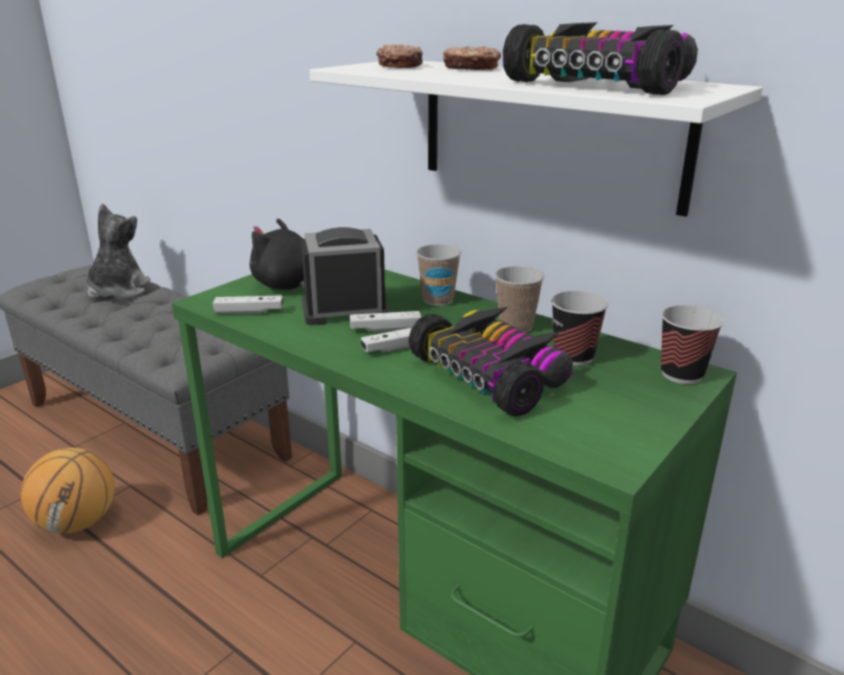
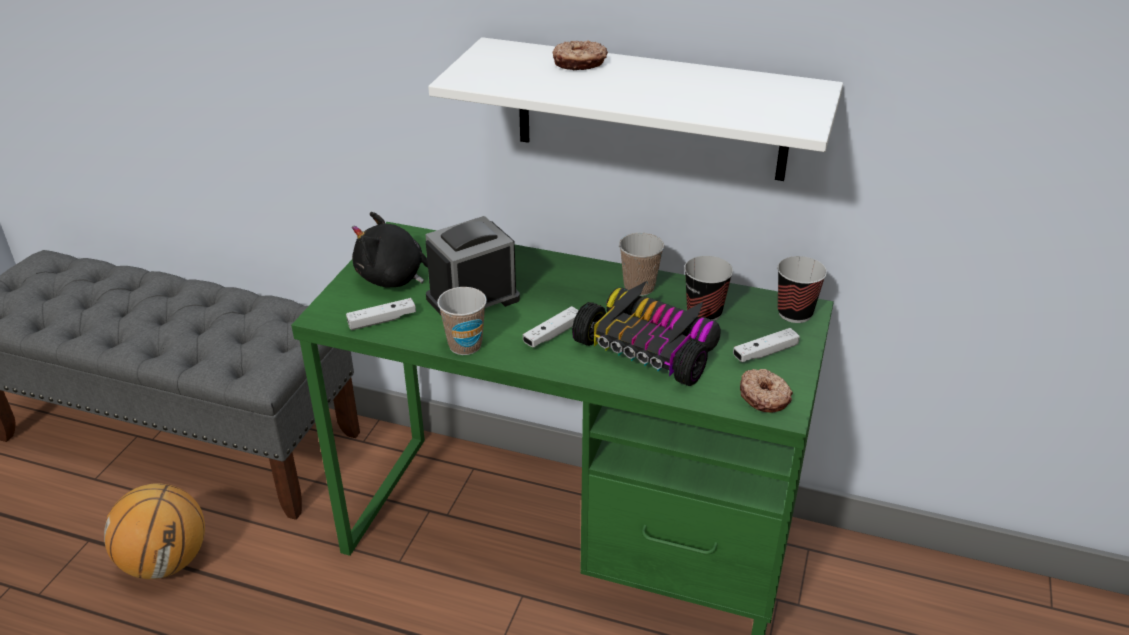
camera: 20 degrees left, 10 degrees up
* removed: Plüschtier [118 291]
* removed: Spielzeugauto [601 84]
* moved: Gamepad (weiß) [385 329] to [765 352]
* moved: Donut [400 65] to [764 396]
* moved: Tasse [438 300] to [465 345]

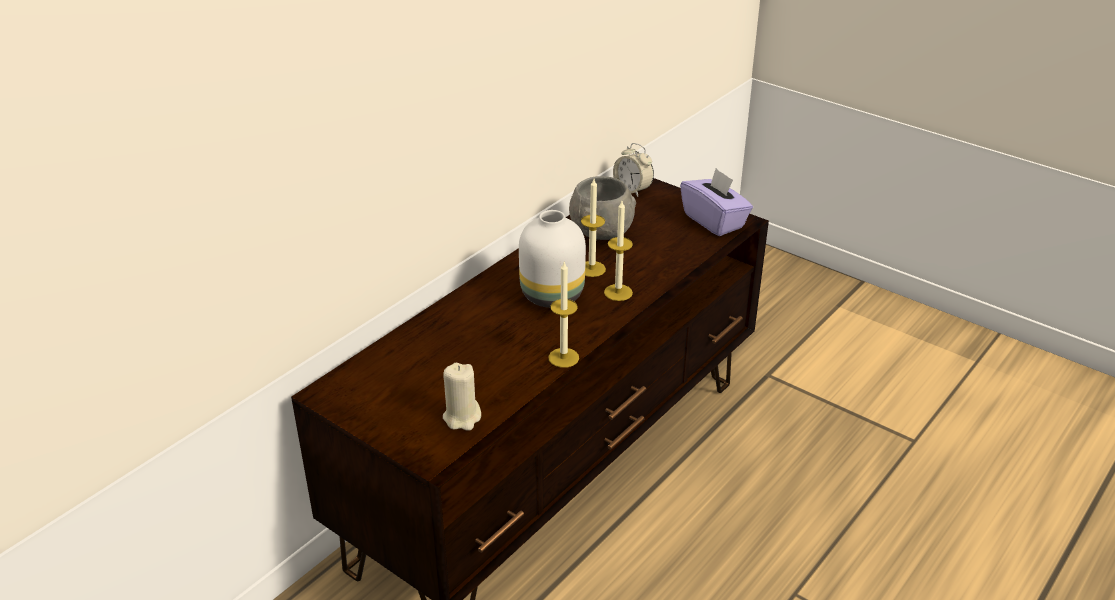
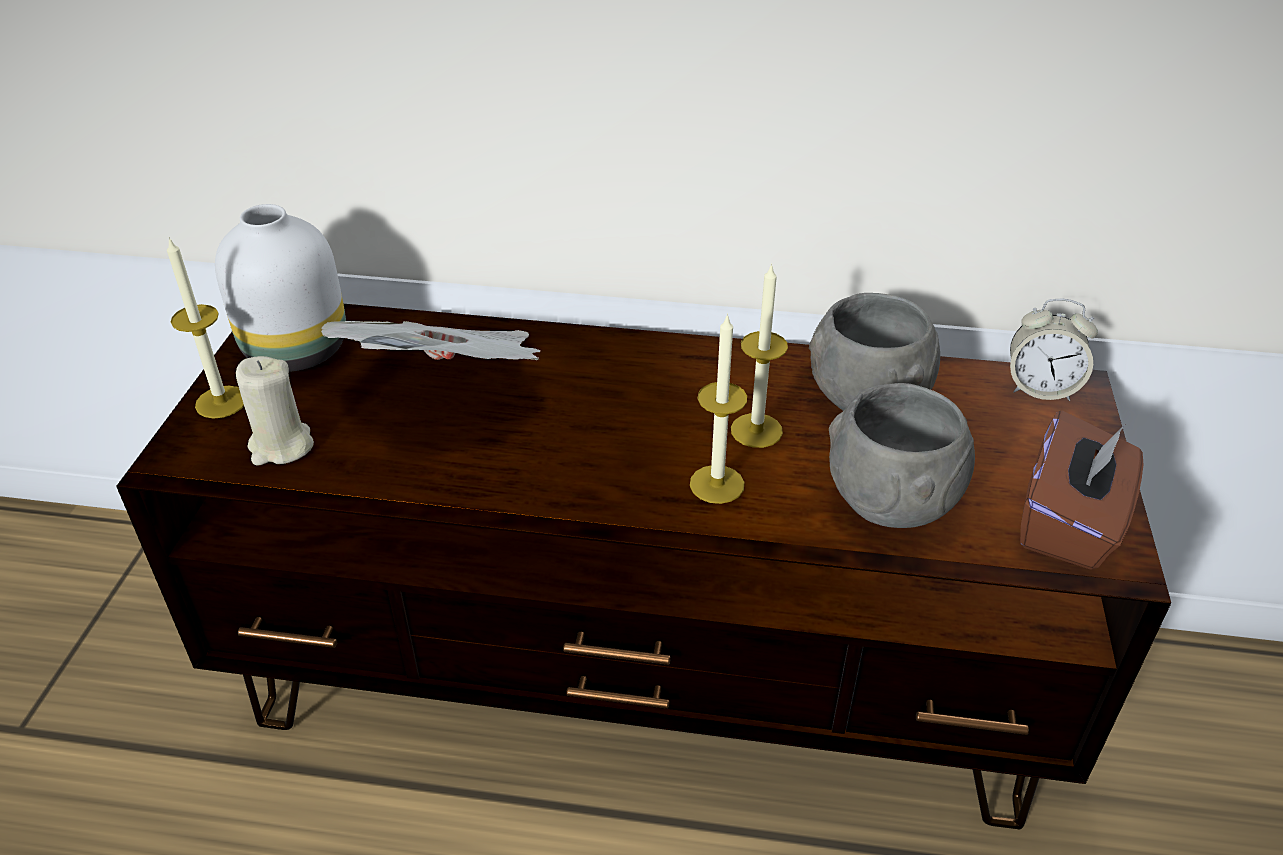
camera: 60 degrees right, 5 degrees up
* added: Zeitung [450 384]
* added: Schüssel (grau) [888 502]
* moved: Vase (weiß) [551 294] to [298 348]
* moved: Kerze [563 357] to [221 402]
* recoloured: Taschentuchbox (lila) [714 221] to Taschentuchbox (braun) [1069 523]
* turned: Wecker [632 190] = [1040 388] 90 degrees counterclockwise

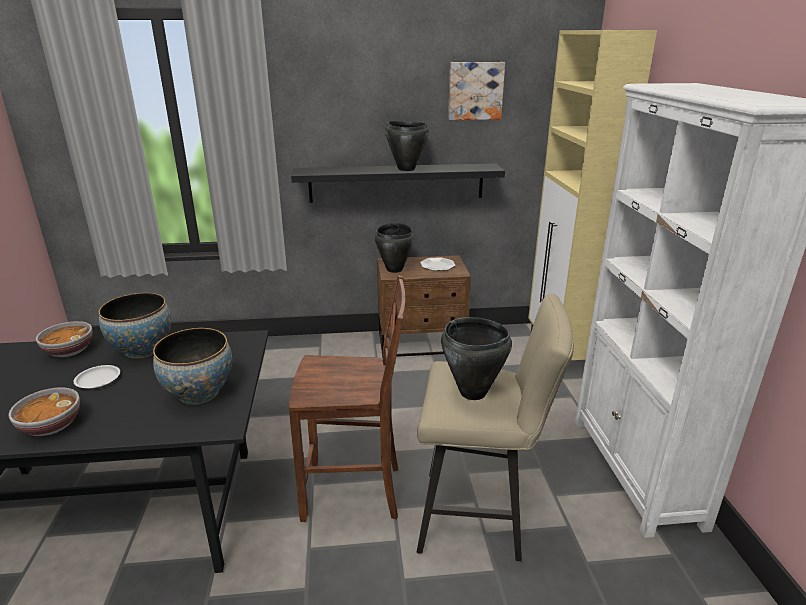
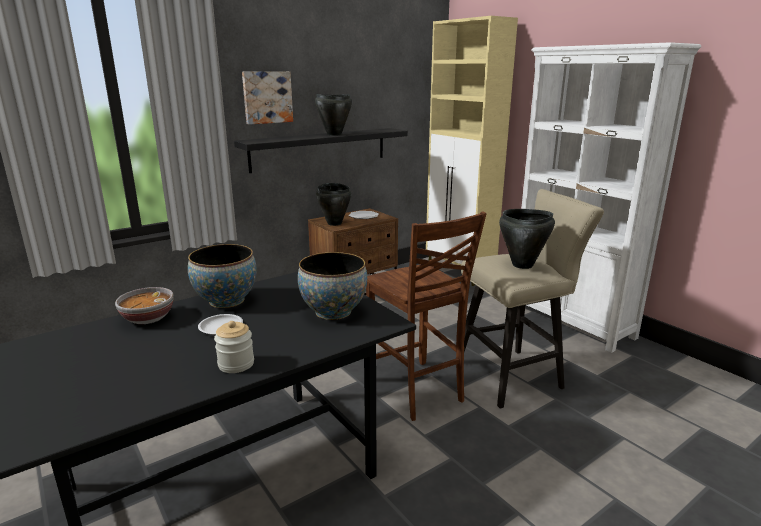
camera: 30 degrees left, 5 degrees down
* moved: Bild [475 91] to [267 97]
* replaced: Schüssel [50 426] to Vorratsglas [236 364]
* turned: Stuhl (braun) [354 492] = [416 391] 90 degrees clockwise

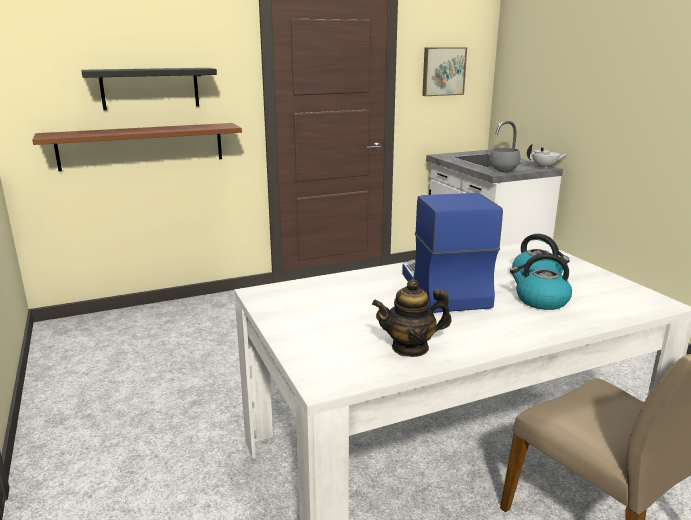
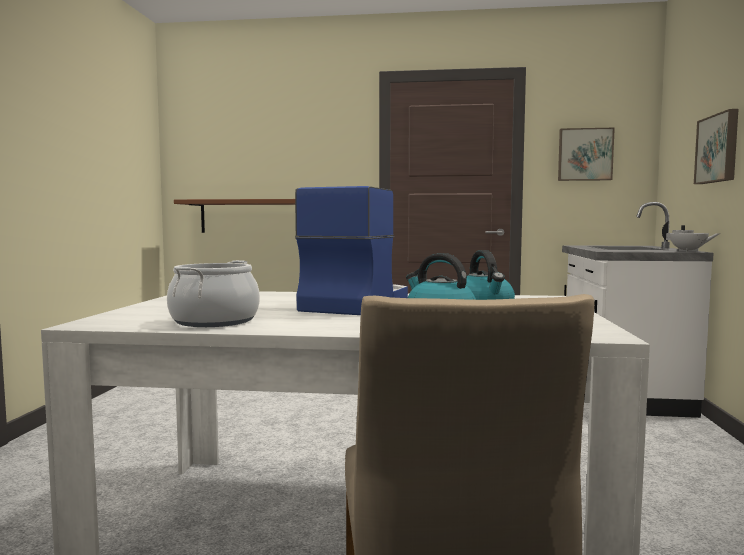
camera: 30 degrees right, 15 degrees down
* removed: Wandregal (schwarz) [150 88]
* removed: Schüssel (grau) [503 171]
* added: Bild [718 148]
* replaced: Teekanne [410 347] to Kochtopf [215 321]

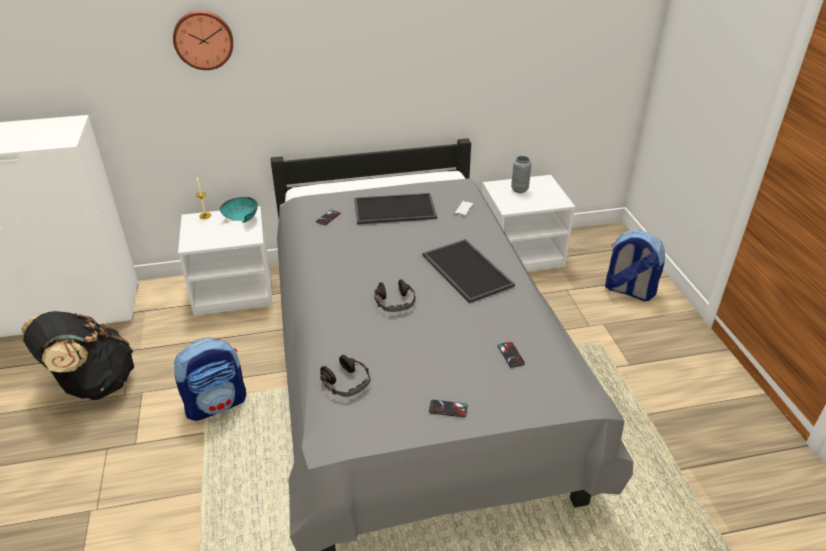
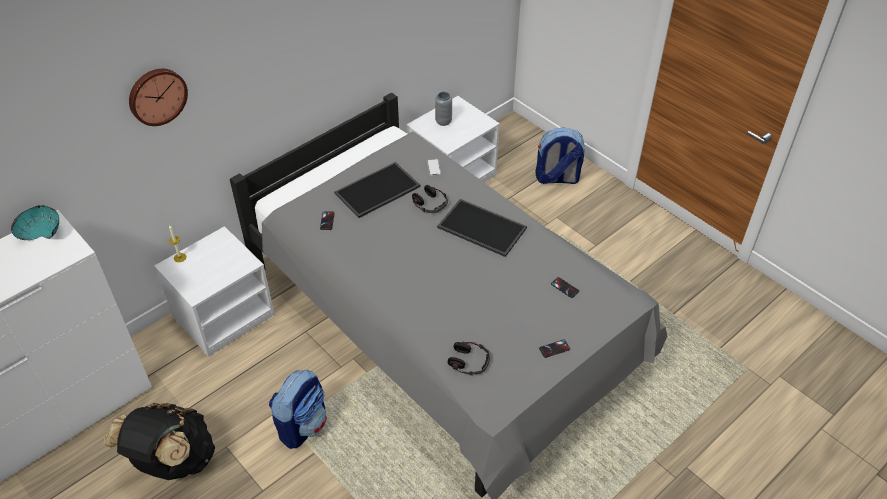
camera: 30 degrees left, 10 degrees up
* moved: Schüssel (türkis) [243 218] to [42 232]
* moved: Kopfhörer [395 301] to [430 203]

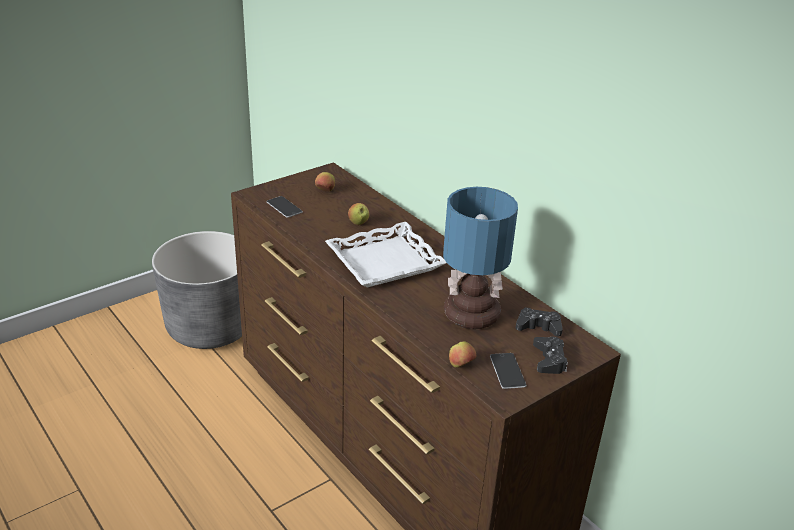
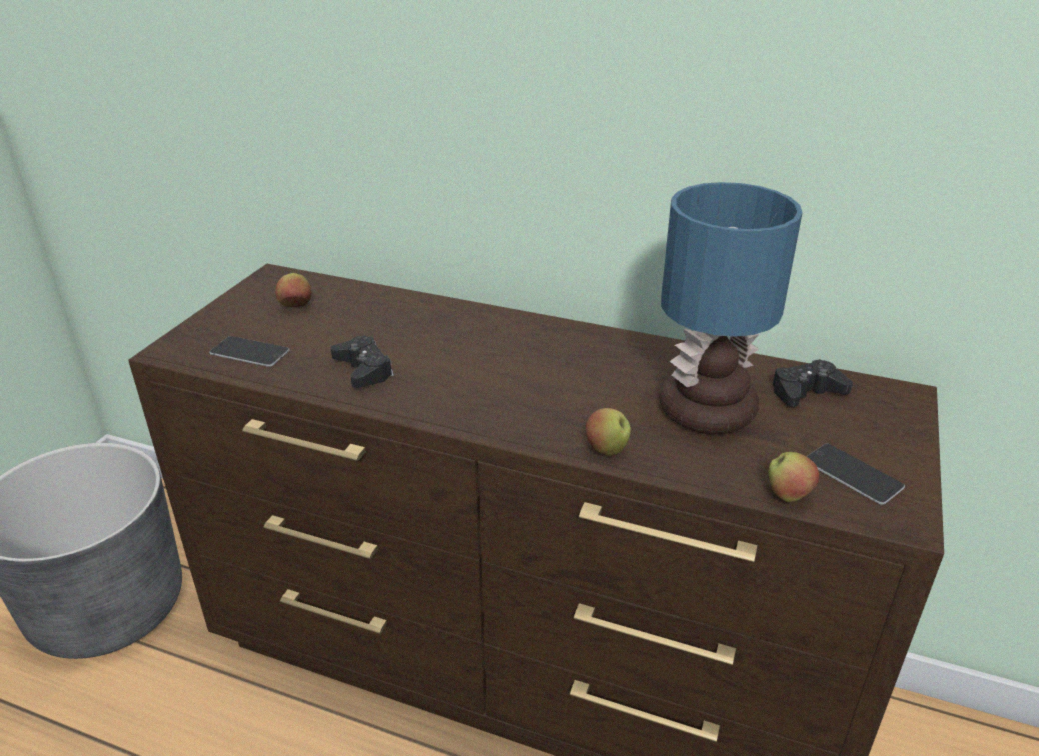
camera: 30 degrees left, 0 degrees up
* removed: Tablett (weiß) [385 262]
* moved: Apfel [358 223] to [607 450]
* moved: Gamepad (schwarz) [549 360] to [363 369]

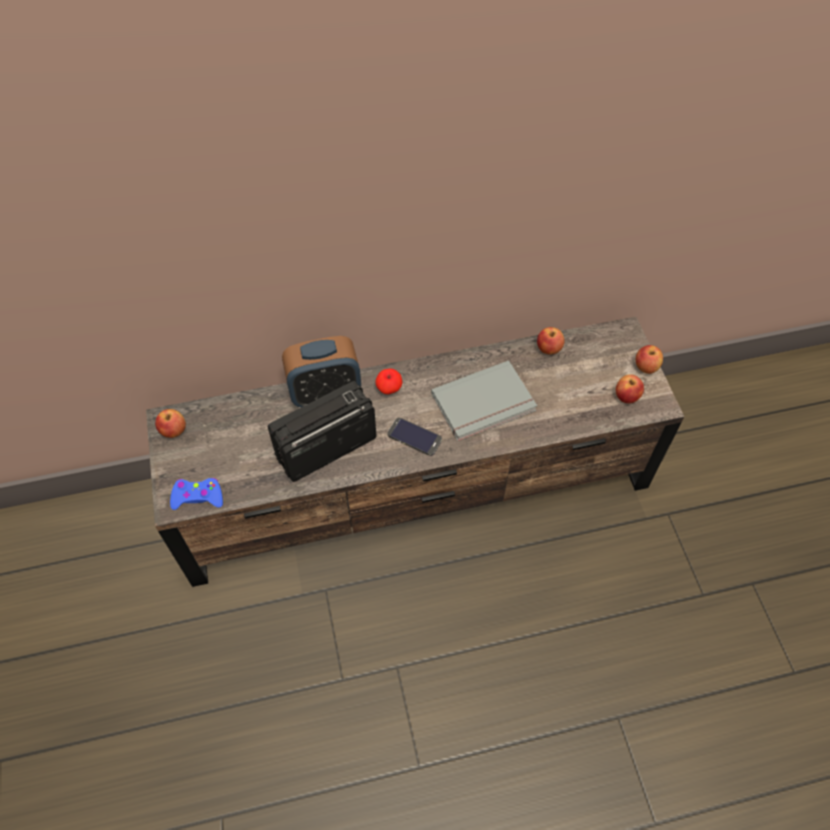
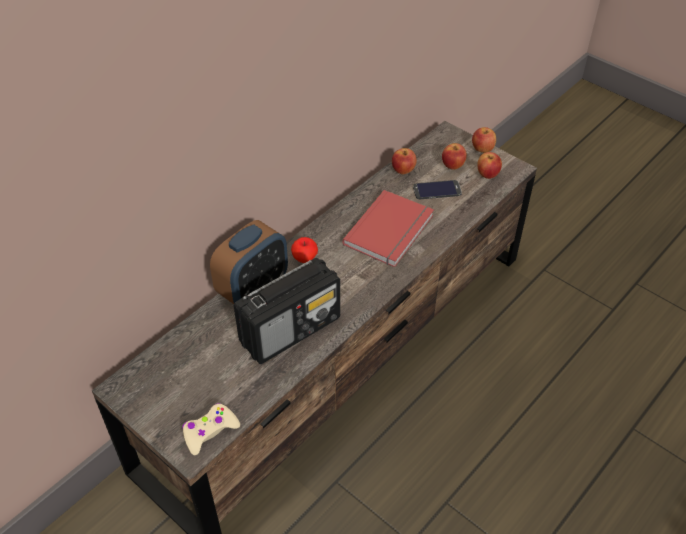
camera: 35 degrees left, 10 degrees down
* moved: Apfel [174 431] to [453 166]
* moved: Handy [414 437] to [437 190]
* recoloured: Gamepad (blau) [198 497] to Gamepad (beige) [209 431]
* recoloured: Buch (grau) [485 404] to Buch (rot) [391 231]
* turned: Radio [325 448] = [291 330] 150 degrees counterclockwise

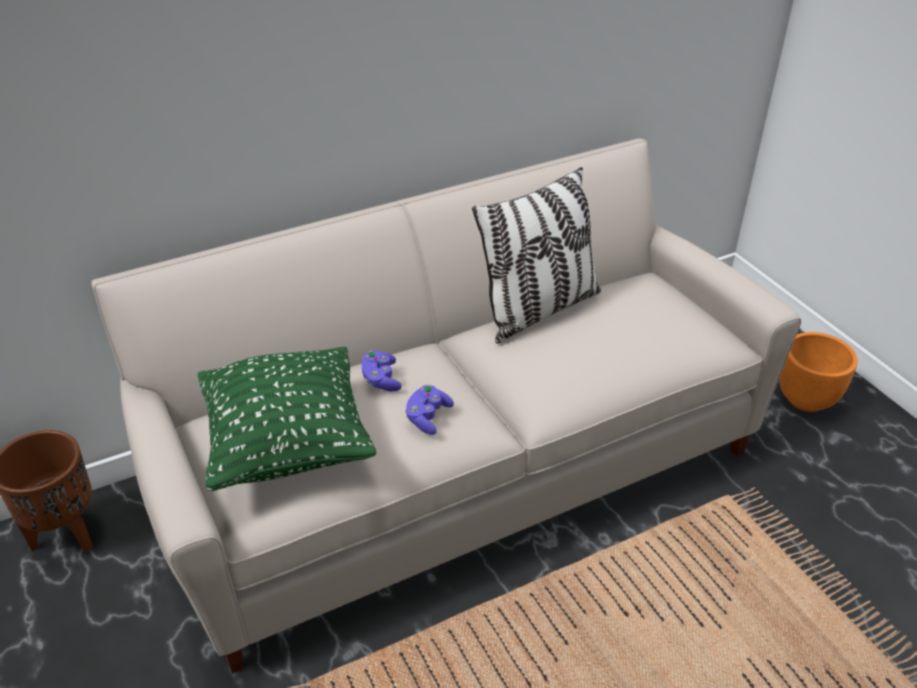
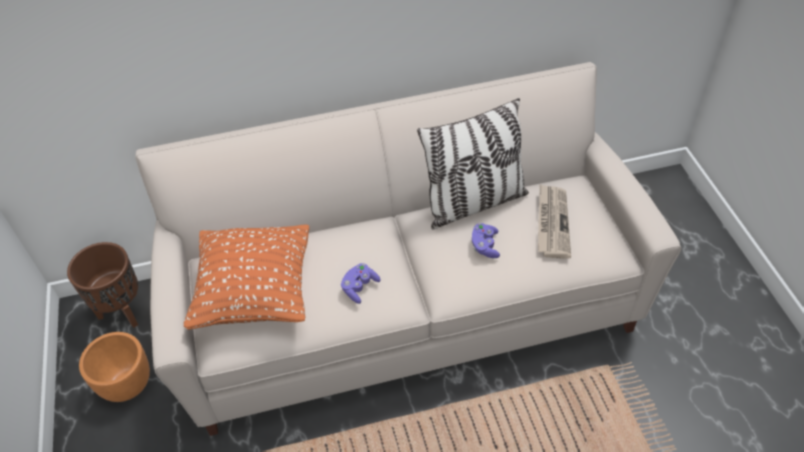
camera: 15 degrees right, 10 degrees up
* added: Zeitung [552 222]
* moved: Gamepad (lila) [381 379] to [485 246]
* moved: Pflanzkübel (orange) [804 400] to [127 385]
* recoloured: Kissen (grün) [288 445] to Kissen (orange) [255 294]

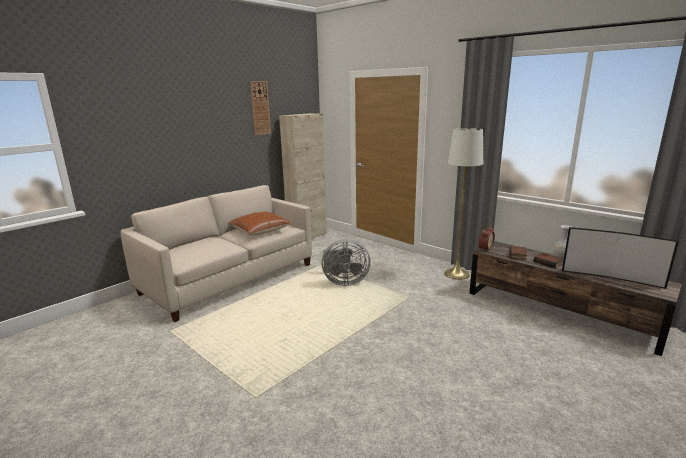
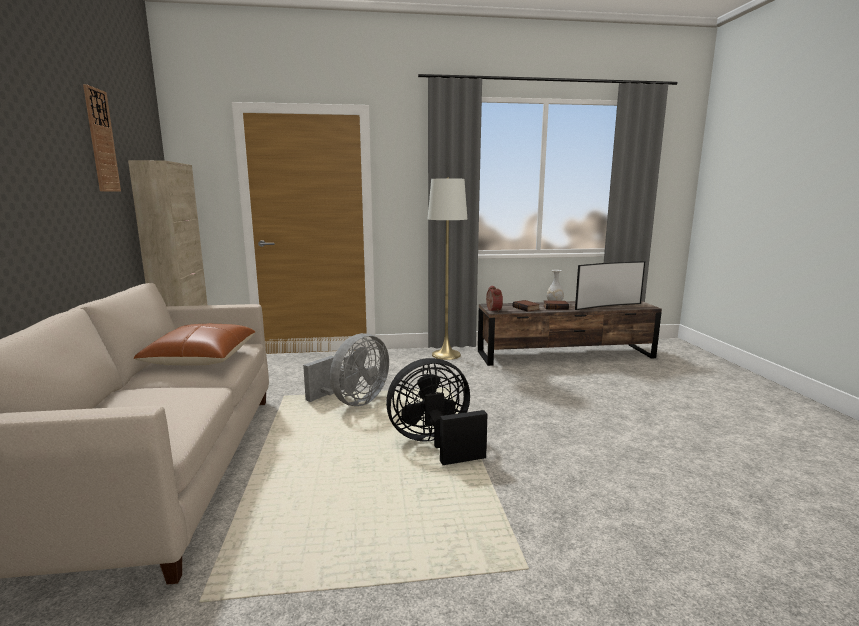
camera: 50 degrees left, 5 degrees down
* added: Ventilator (schwarz) [435 444]

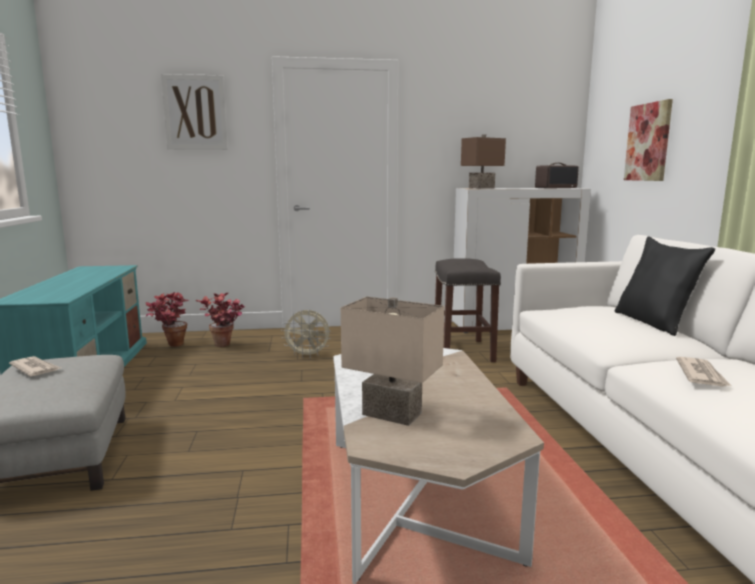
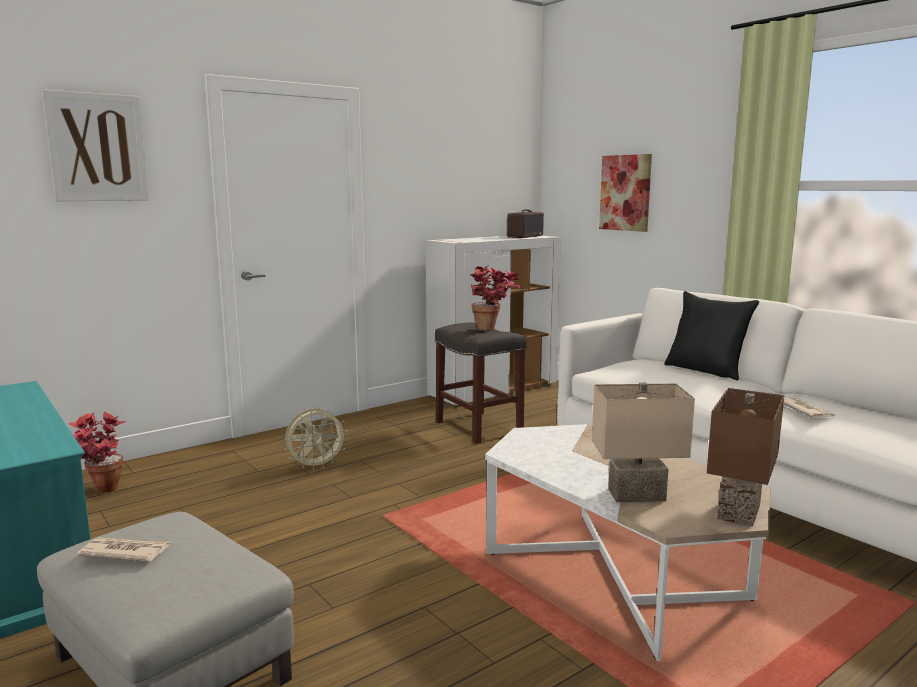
camera: 30 degrees left, 0 degrees up
* moved: Topfpflanze [225 346] to [492 330]
* moved: Tischlampe (braun) [482 188] to [742 513]

